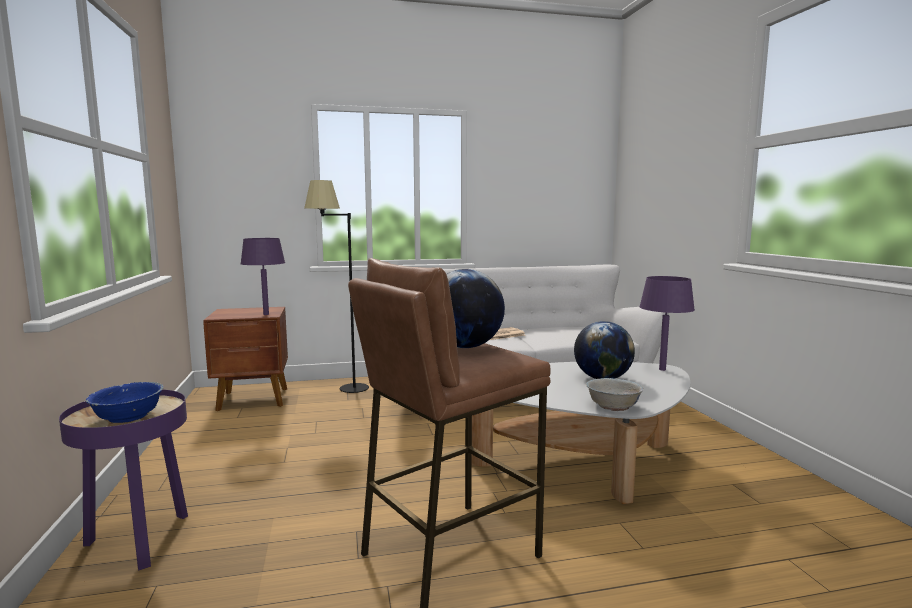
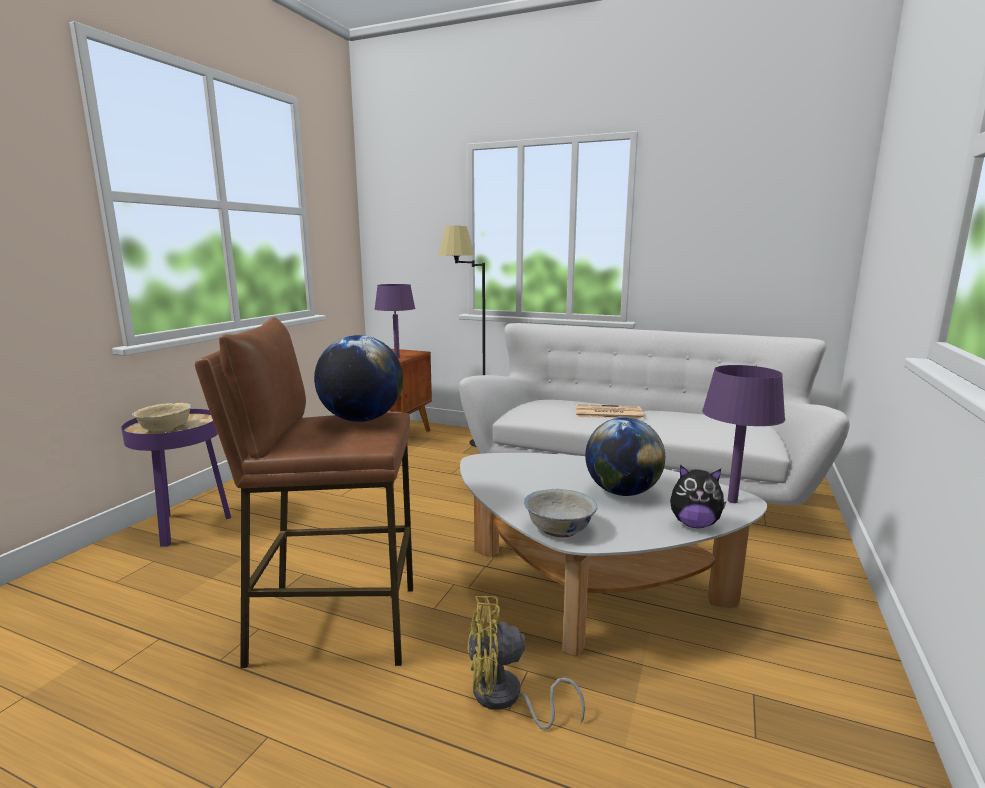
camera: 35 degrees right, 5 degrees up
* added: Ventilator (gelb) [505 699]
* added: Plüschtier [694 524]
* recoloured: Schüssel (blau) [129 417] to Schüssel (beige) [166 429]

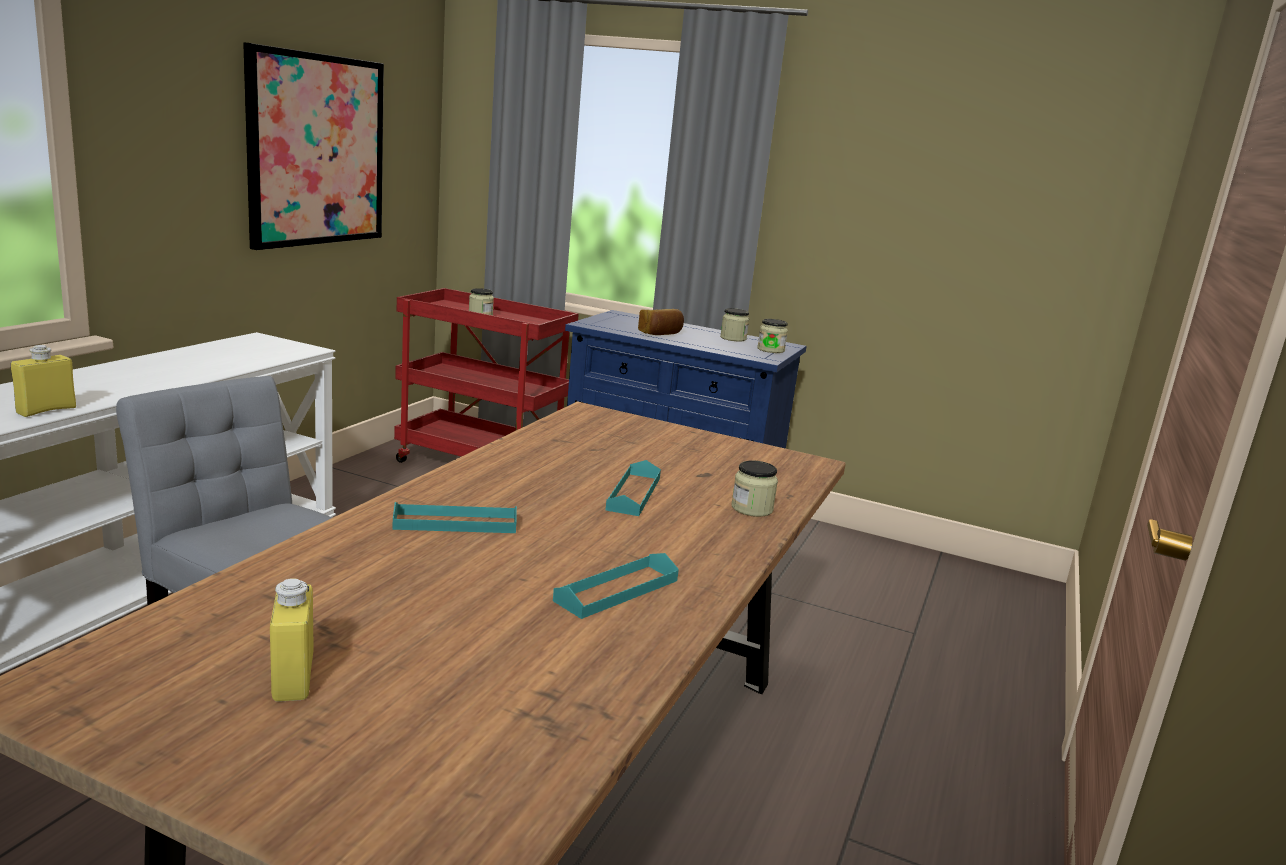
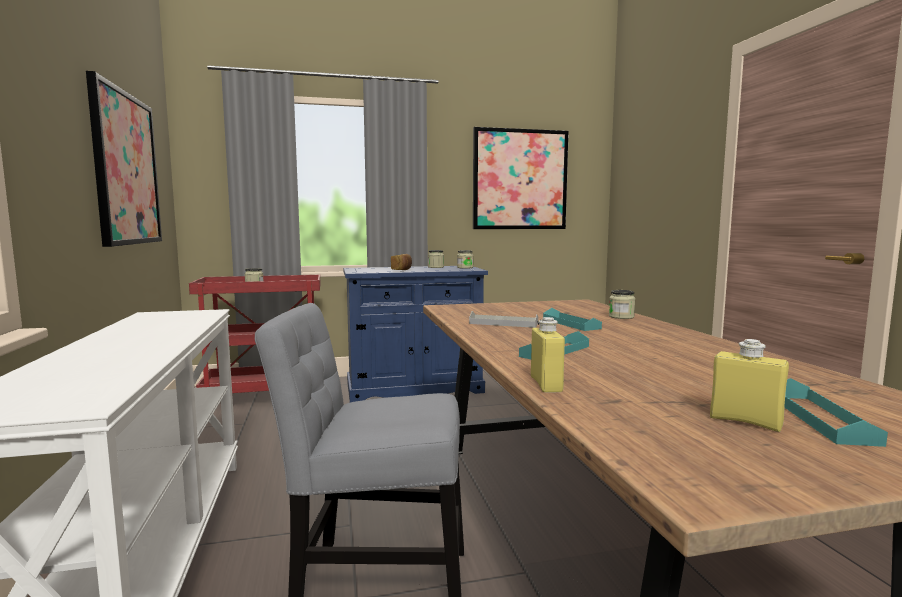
camera: 35 degrees left, 10 degrees down
* added: Tablett (grau) [503 323]
* added: Bild [520 180]
* moved: Flasche (gelb) [46 410] to [546 384]
* moved: Tablett (türkis) [617 590] to [820 418]

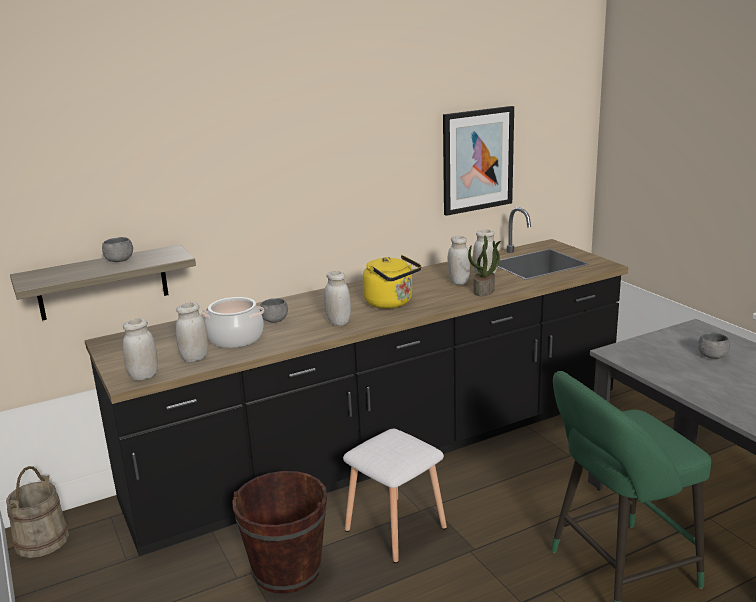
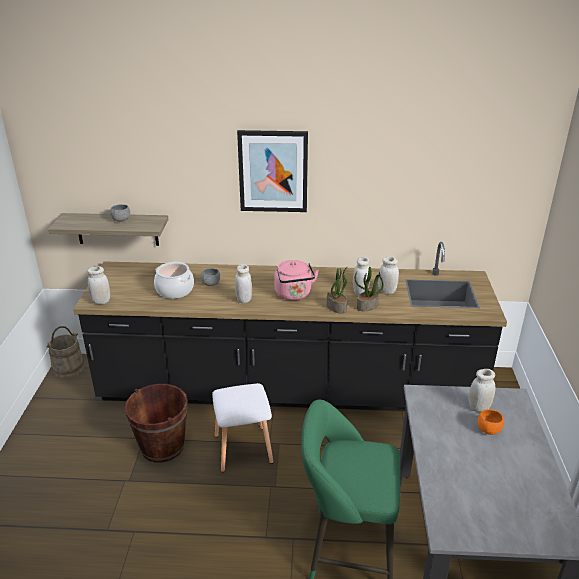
camera: 30 degrees right, 10 degrees up
* added: Topfpflanze [337 307]
* moved: Vorratsglas (weiß) [195 358] to [479 407]
* moved: Bild [477 160] to [273 171]
* recoloured: Wasserkessel (gelb) [391 303] to Wasserkessel (rosa) [294 295]
* recoloured: Schüssel (grau) [712 356] to Schüssel (orange) [488 429]

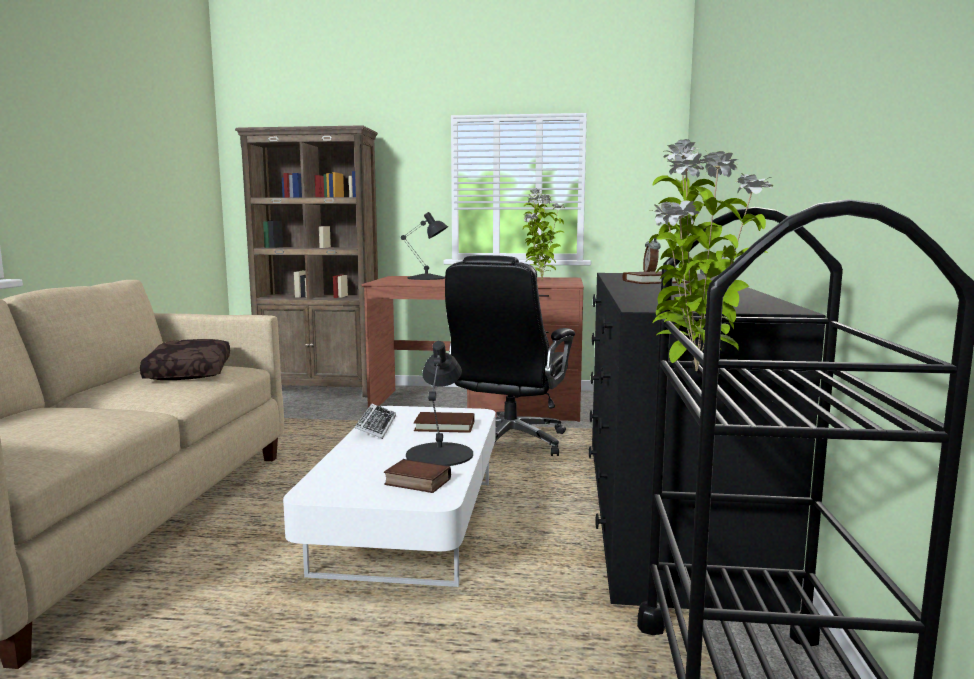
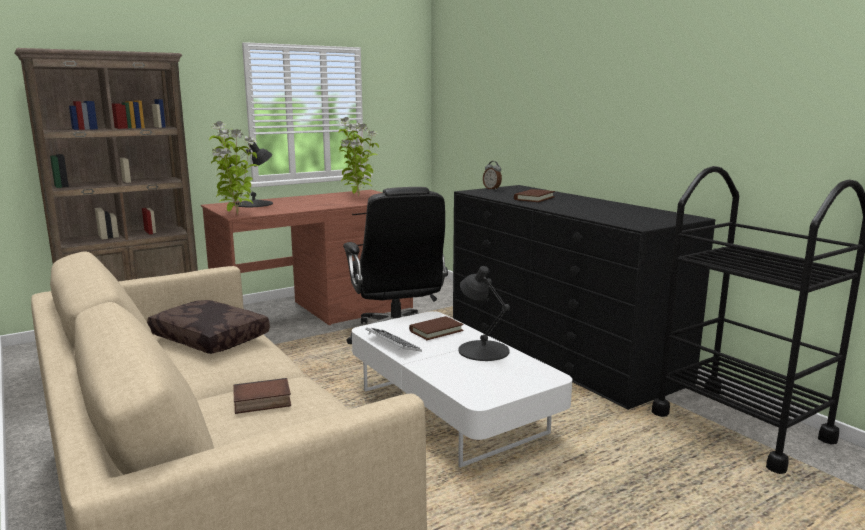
camera: 40 degrees left, 5 degrees up
* moved: Buch [416 482] to [261 402]
* moved: Topfpflanze [693 371] to [236 214]

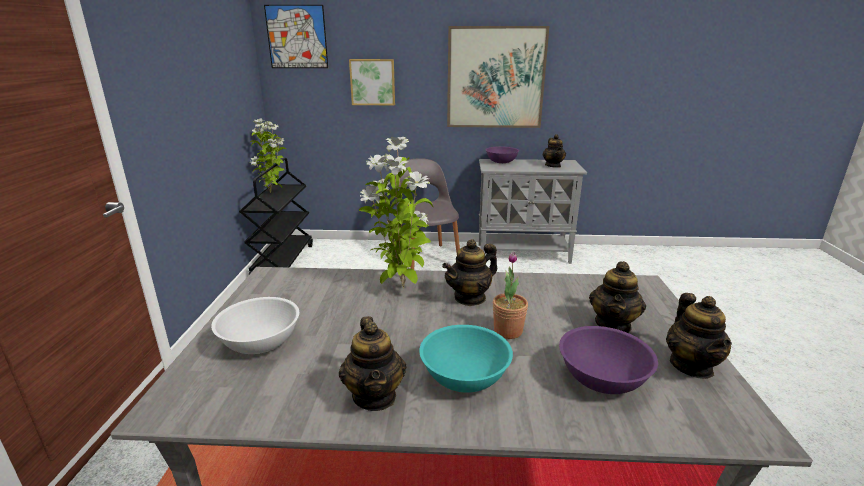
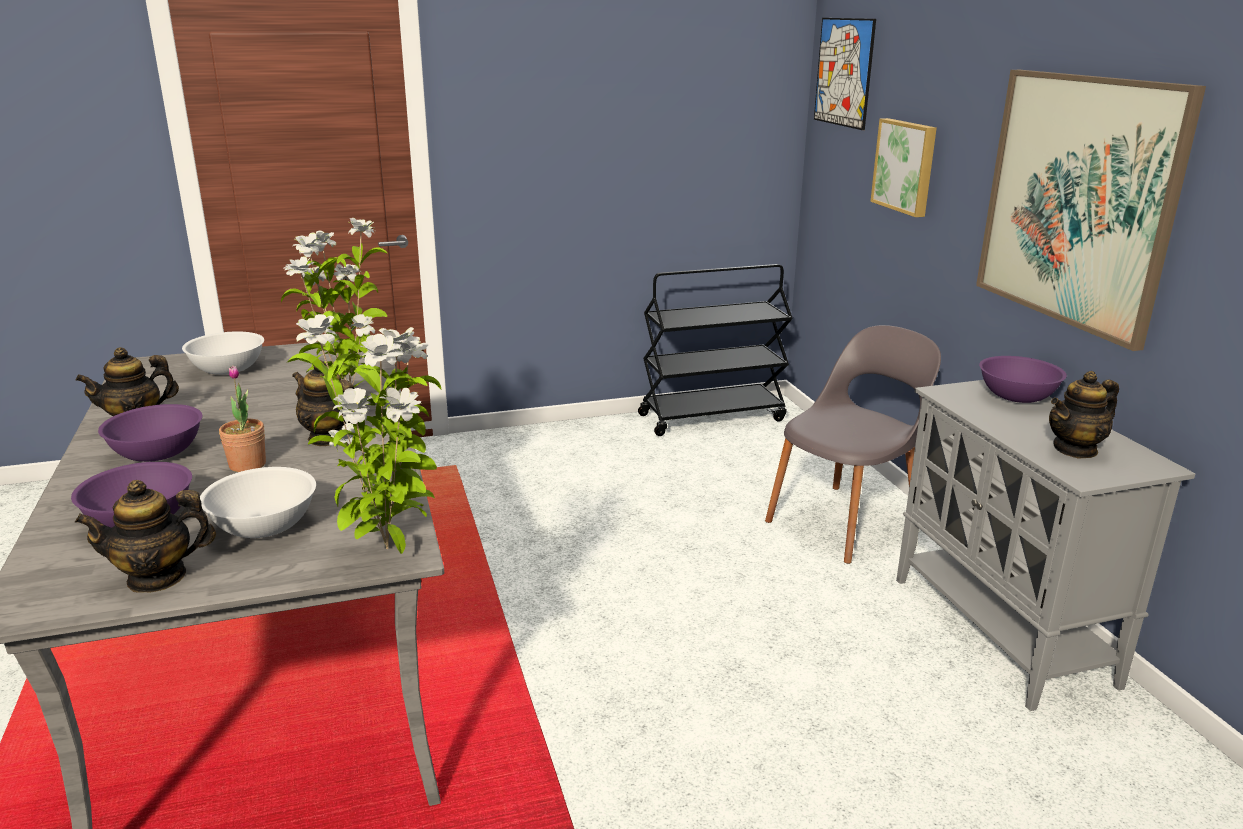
camera: 70 degrees right, 0 degrees up
* moved: Topfpflanze [272 193] to [389 550]
* replaced: Teekanne [613 324] to Schüssel (weiß) [264 526]
* recoloured: Schüssel (türkis) [464 377] to Schüssel (lila) [157 453]

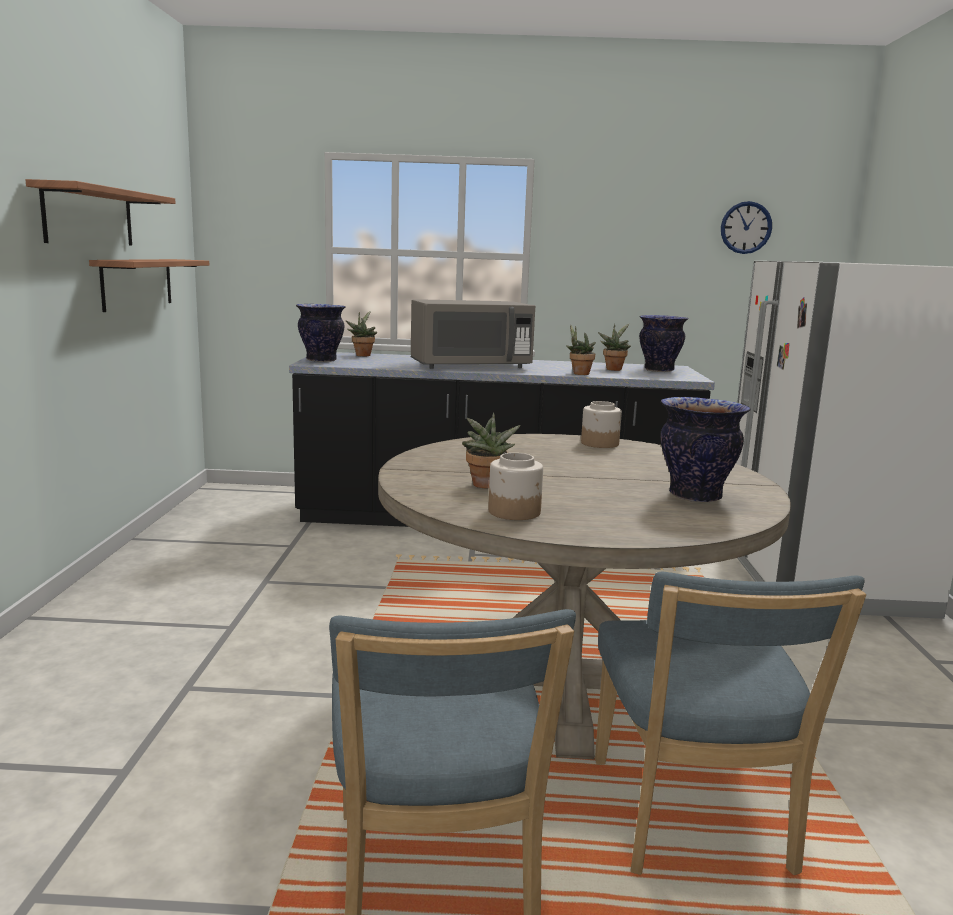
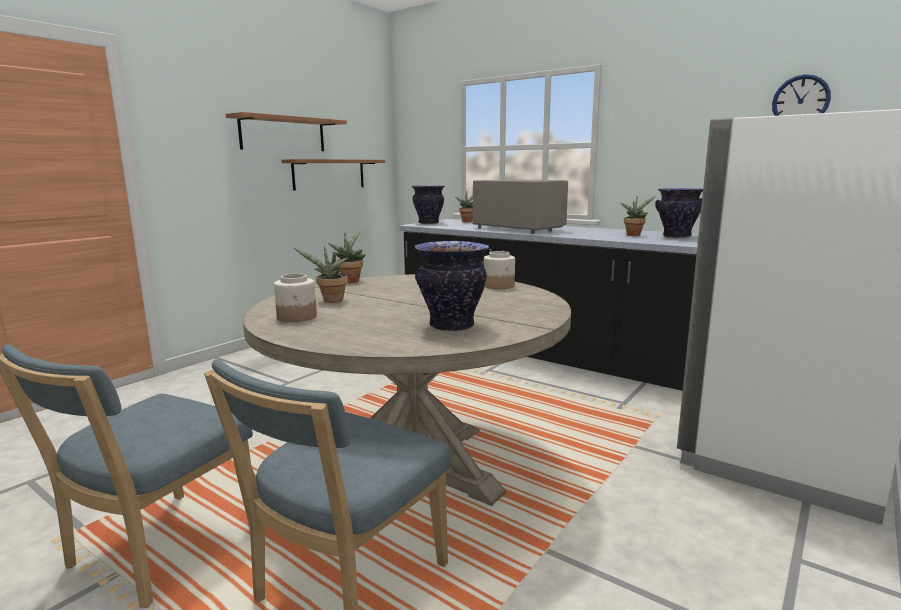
camera: 35 degrees right, 0 degrees up
* moved: Topfpflanze [578 373] to [350 281]
* turned: Mikrowelle (grau) [470 366] = [518 229] 150 degrees counterclockwise

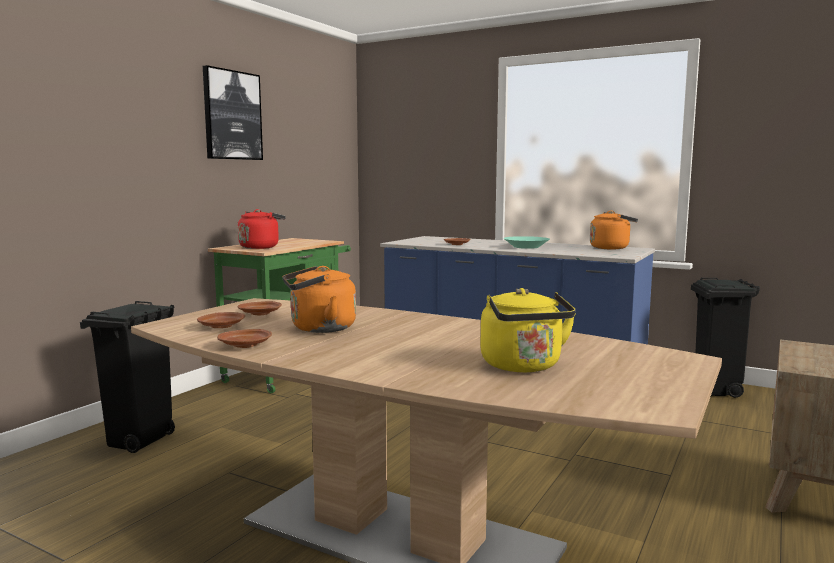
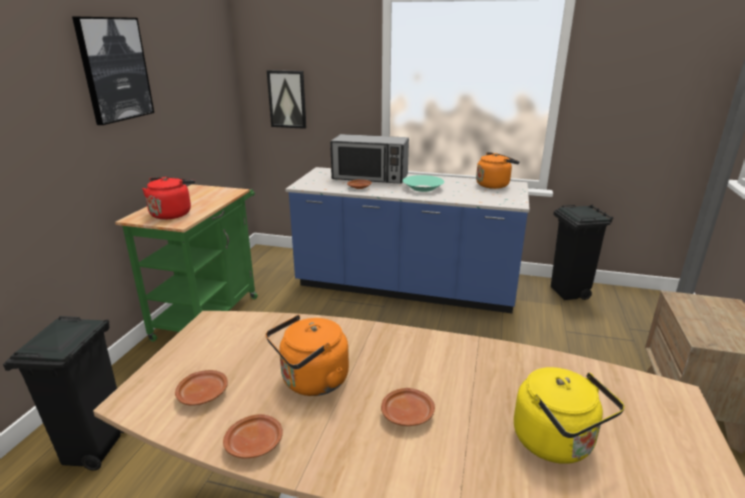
camera: 15 degrees left, 15 degrees up
* added: Bild [287 99]
* added: Mikrowelle [370 177]
* moved: Teller (braun) [260 314] to [408 414]

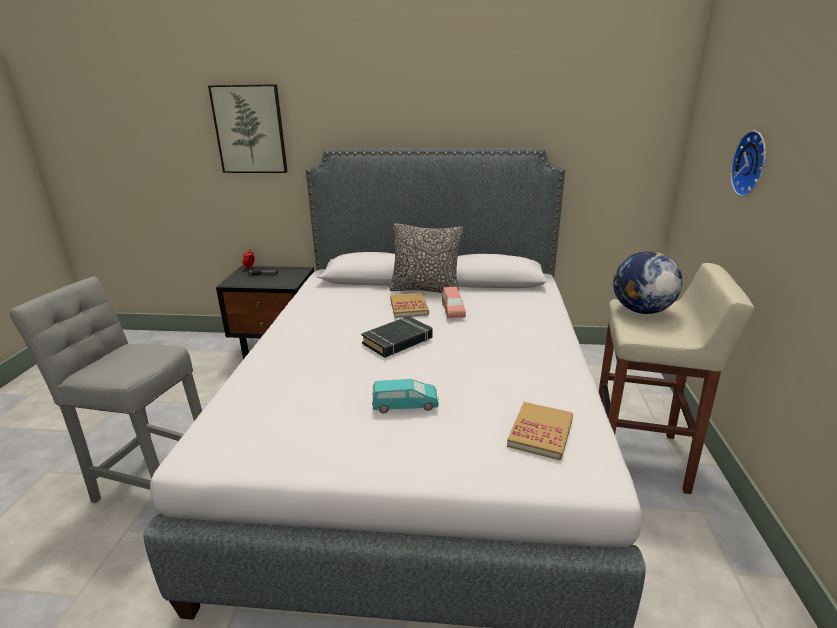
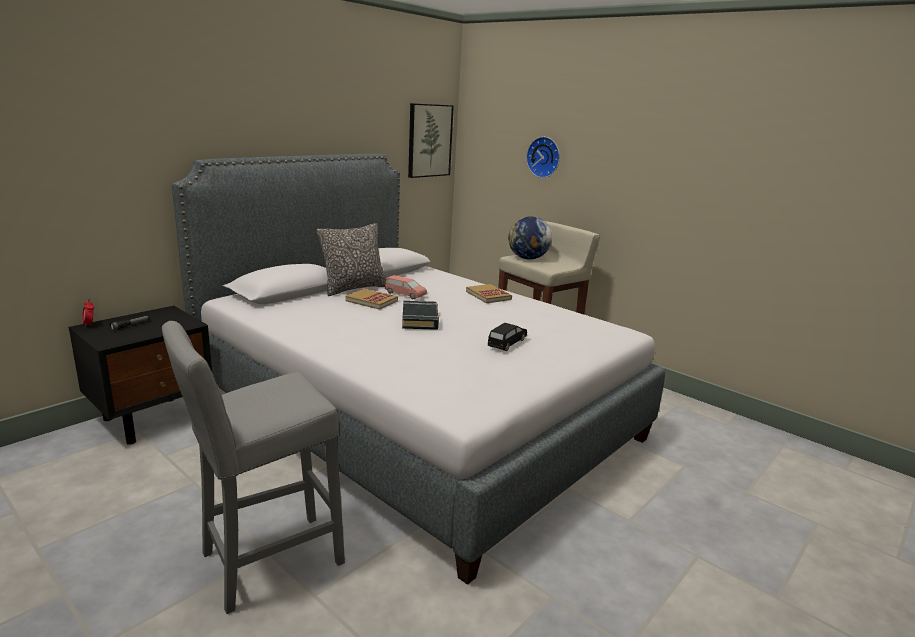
camera: 55 degrees left, 5 degrees down
* moved: Bild [250 129] to [429 140]
* moved: Buch [540 432] to [488 295]
* recoloured: Spielzeugauto (türkis) [405 405] to Spielzeugauto (schwarz) [506 343]

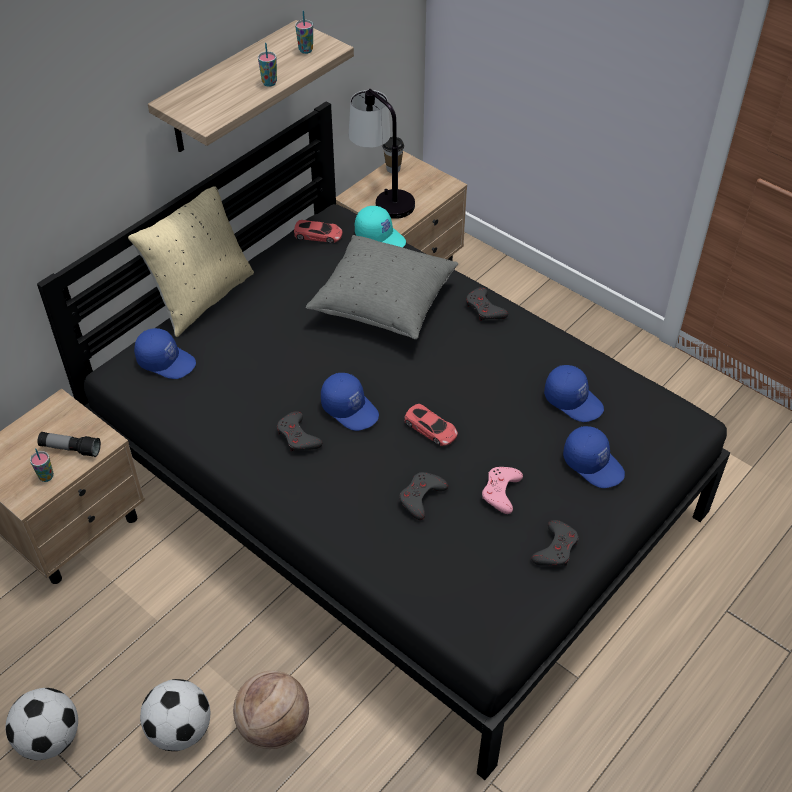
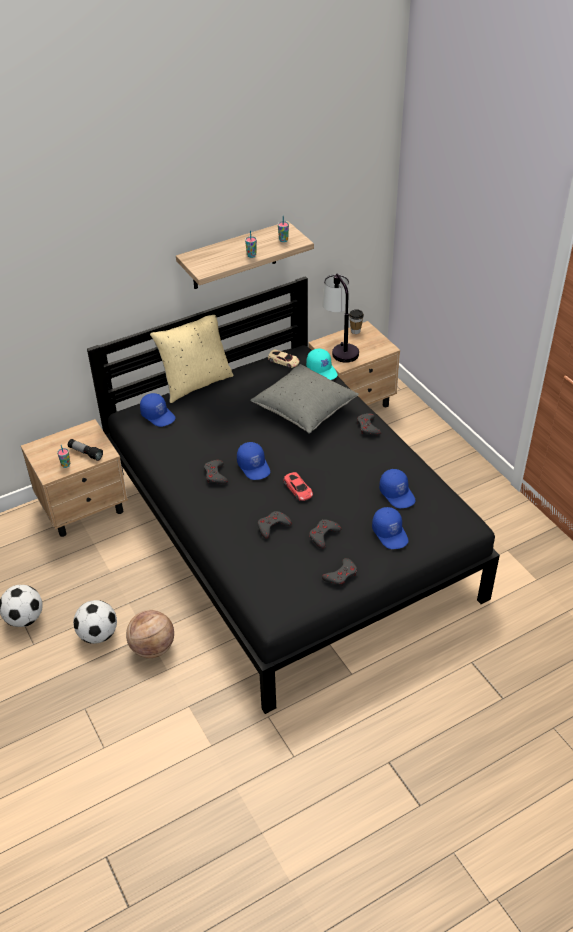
camera: 20 degrees right, 5 degrees down
* recoloured: Spielzeugauto (rot) [318 235] to Spielzeugauto (beige) [283 361]
* recoloured: Gamepad (rosa) [501 492] to Gamepad (grau) [323 535]

